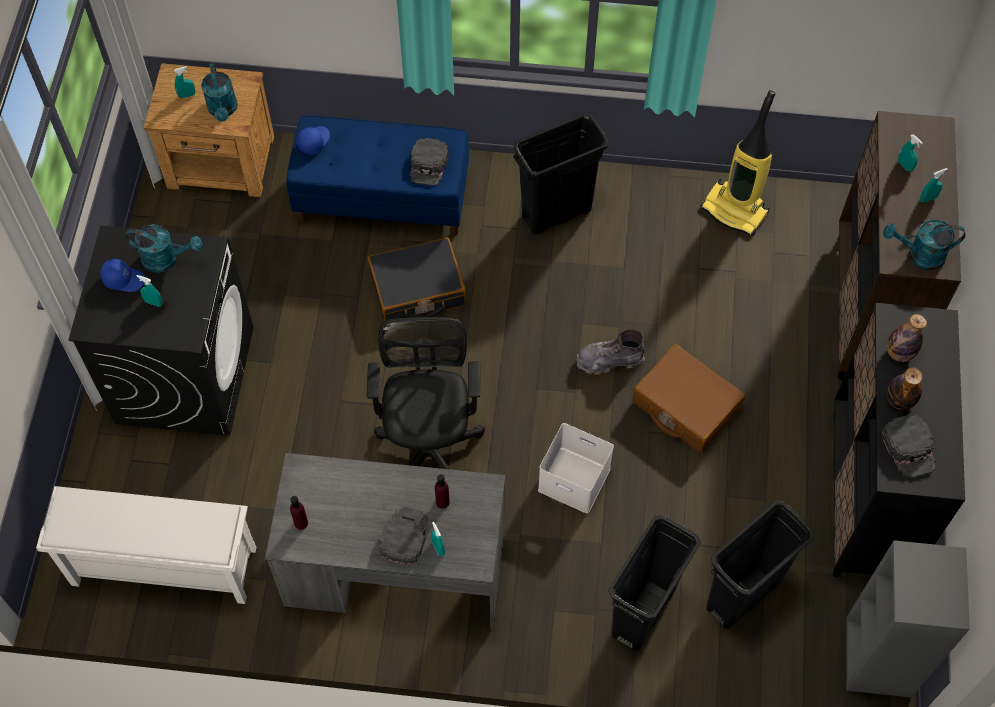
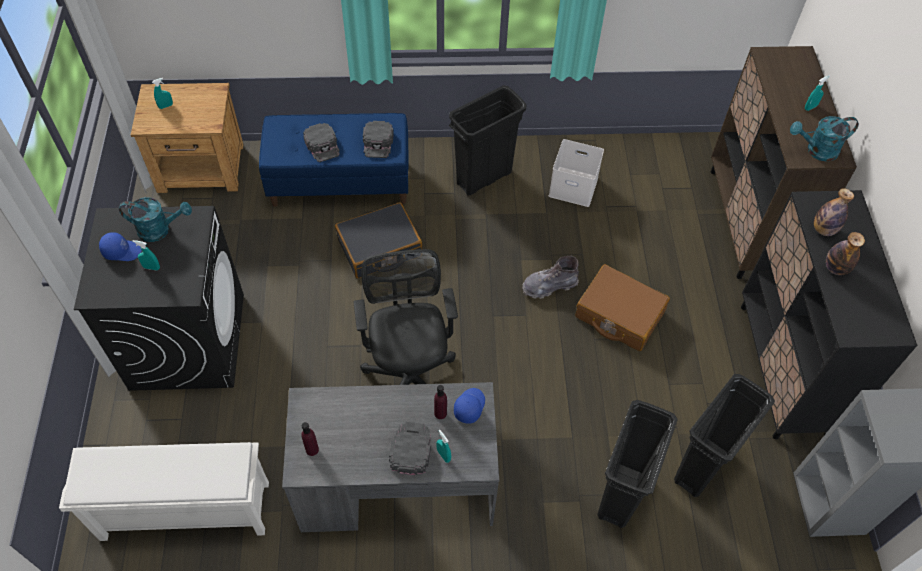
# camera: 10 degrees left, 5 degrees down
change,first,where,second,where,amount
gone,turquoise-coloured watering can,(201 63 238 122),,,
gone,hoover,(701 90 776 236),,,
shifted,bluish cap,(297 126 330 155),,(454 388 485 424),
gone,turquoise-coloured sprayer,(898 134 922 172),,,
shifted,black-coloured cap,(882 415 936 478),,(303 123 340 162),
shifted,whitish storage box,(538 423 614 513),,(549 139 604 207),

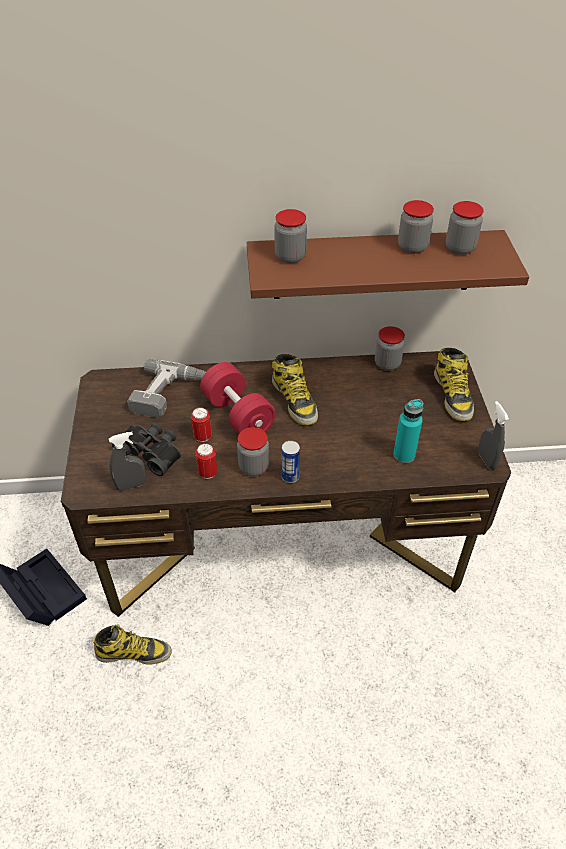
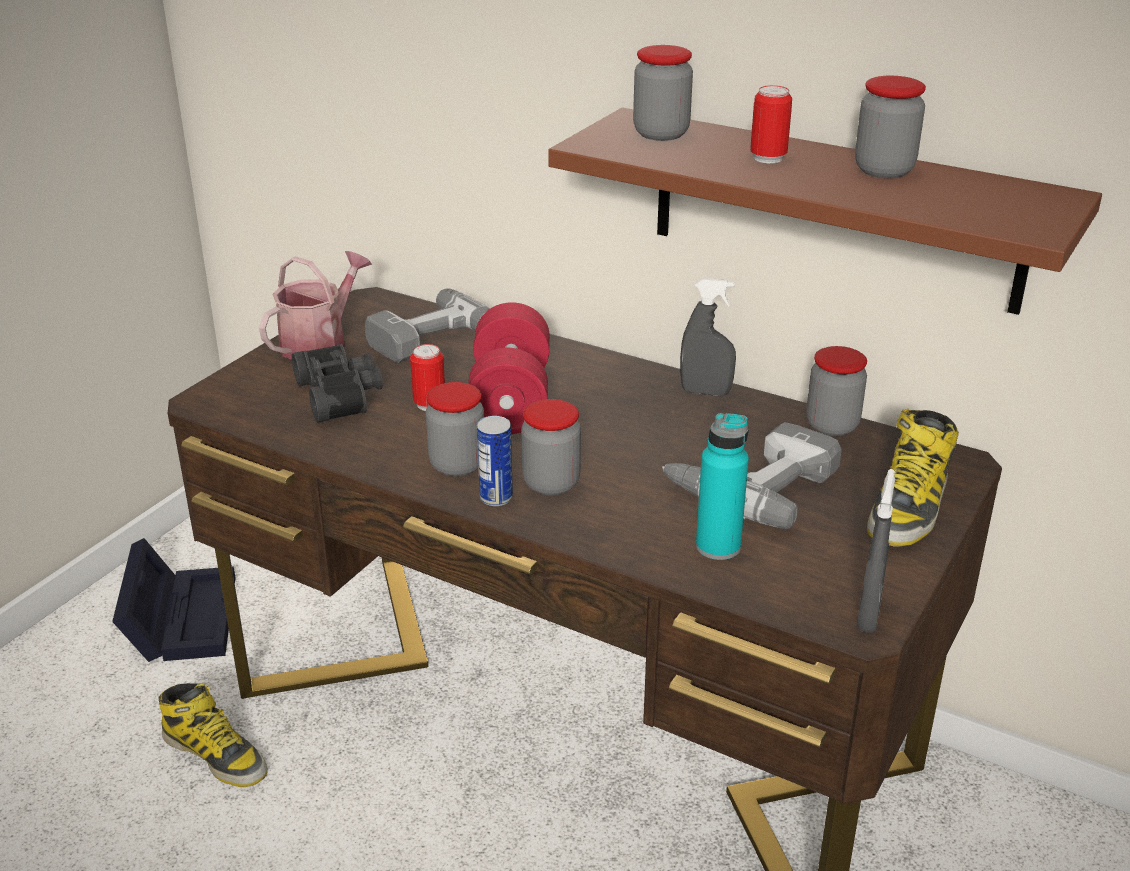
# camera: 35 degrees right, 15 degrees down
change,first,where,second,where,amount
shifted,preserve jar,(446 201 484 255),,(521 399 581 496),
gone,high-top boot,(272 354 318 426),,,
shifted,grey sprayer,(109 432 146 491),,(680 278 736 396),
shifted,can,(196 444 217 479),,(750 85 792 164),
new,,,watering can,(259 251 372 360),
new,,,power drill,(662 422 842 529),

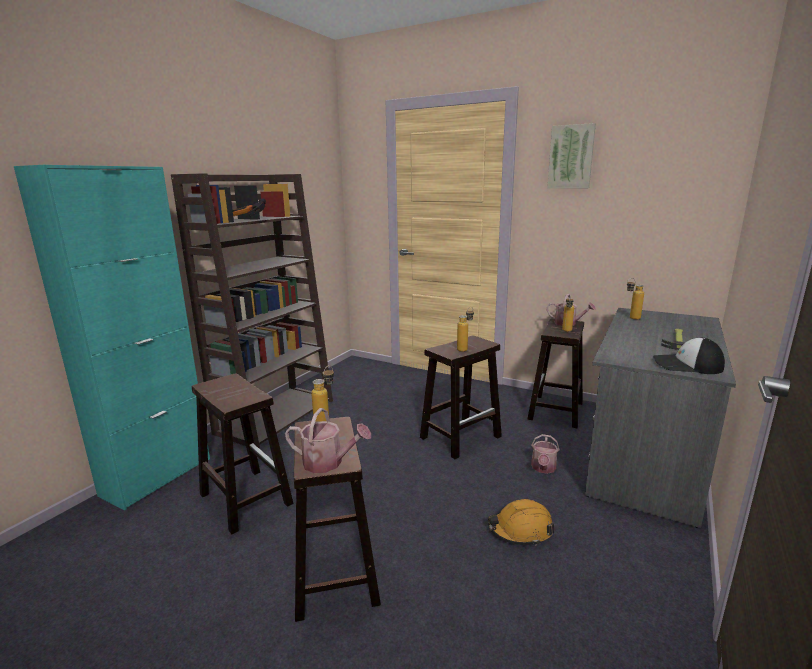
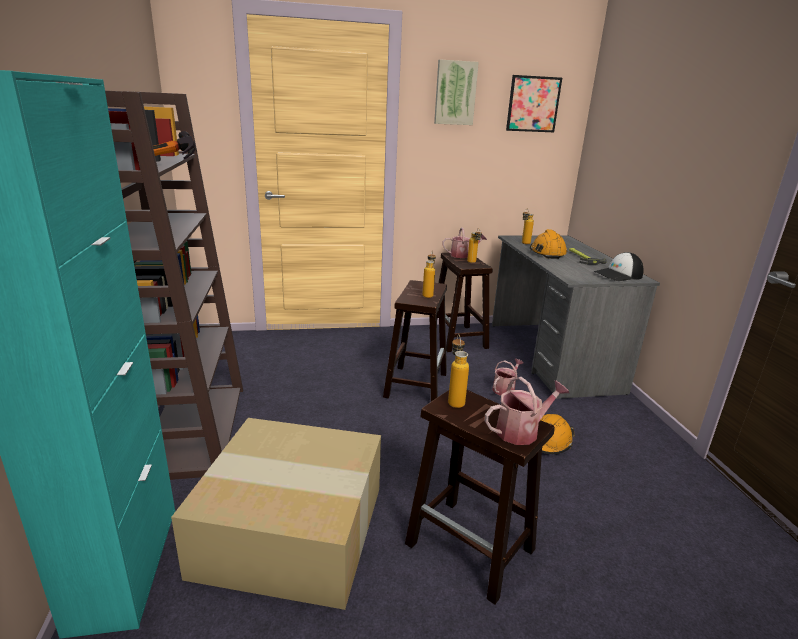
# camera: 40 degrees left, 5 degrees up
change,first,where,second,where,amount
swapped,brownish sitting stool,(192 373 293 534),cardboard box,(171 418 381 610),
rotated,watering can,(531 434 560 474),,(492 359 524 396),120 degrees counterclockwise
new,,,picture,(506 75 562 132),
new,,,orange safety helmet,(530 229 568 259),

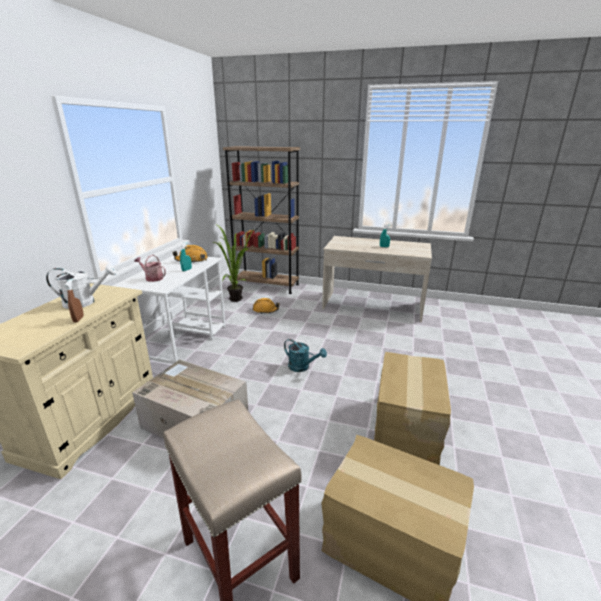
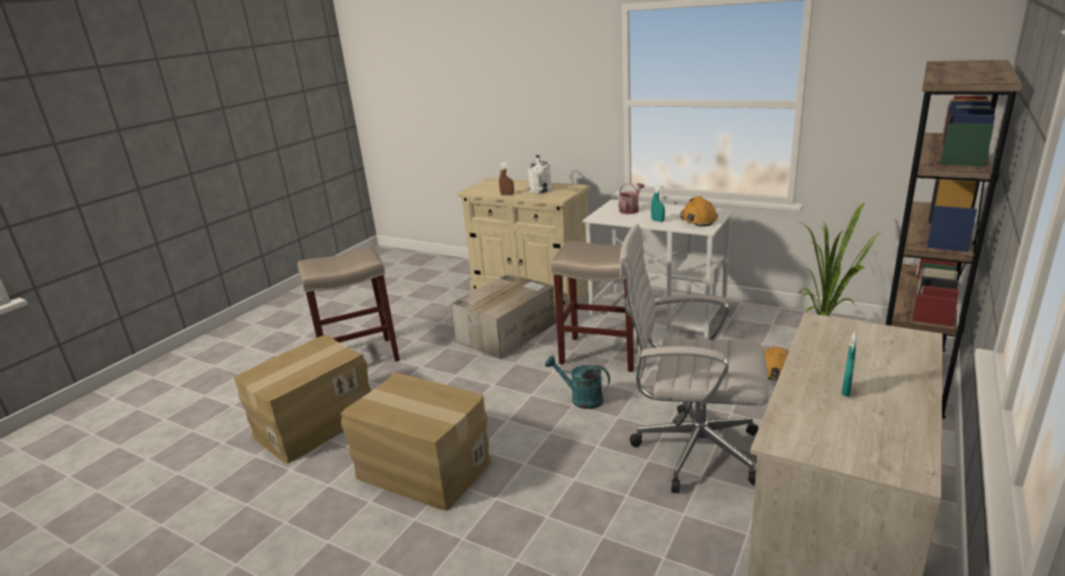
# camera: 105 degrees right, 0 degrees up
change,first,where,second,where,amount
rotated,turquoise-coloured watering can,(284 339 327 372),,(545 356 610 409),75 degrees clockwise
new,,,whitish computer chair,(619 224 768 493),
new,,,beige sitting stool,(551 241 644 372),

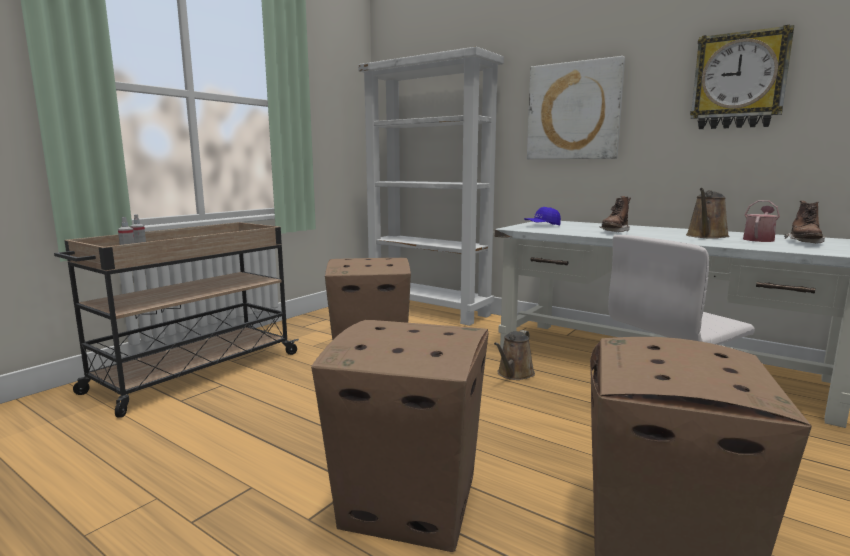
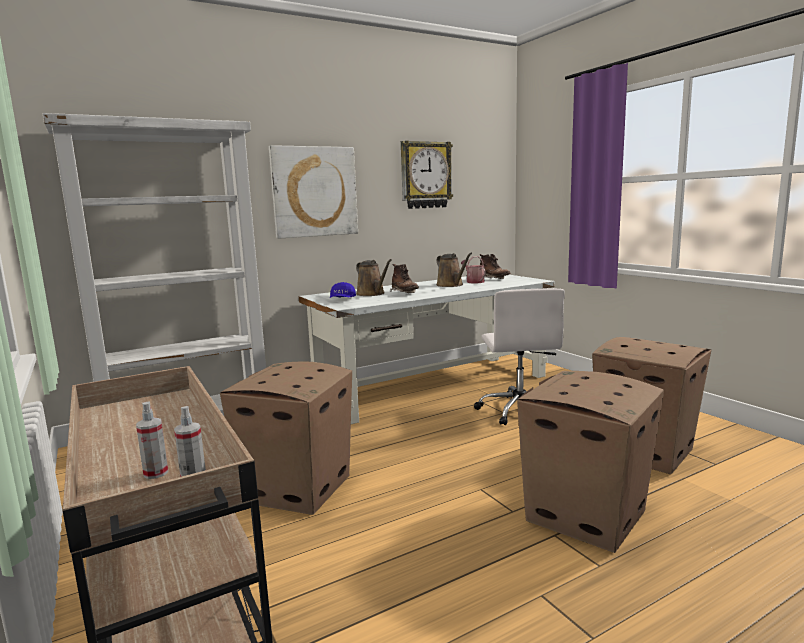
# camera: 65 degrees left, 0 degrees up
change,first,where,second,where,amount
shifted,brownish watering can,(494 330 535 380),,(356 259 392 296),

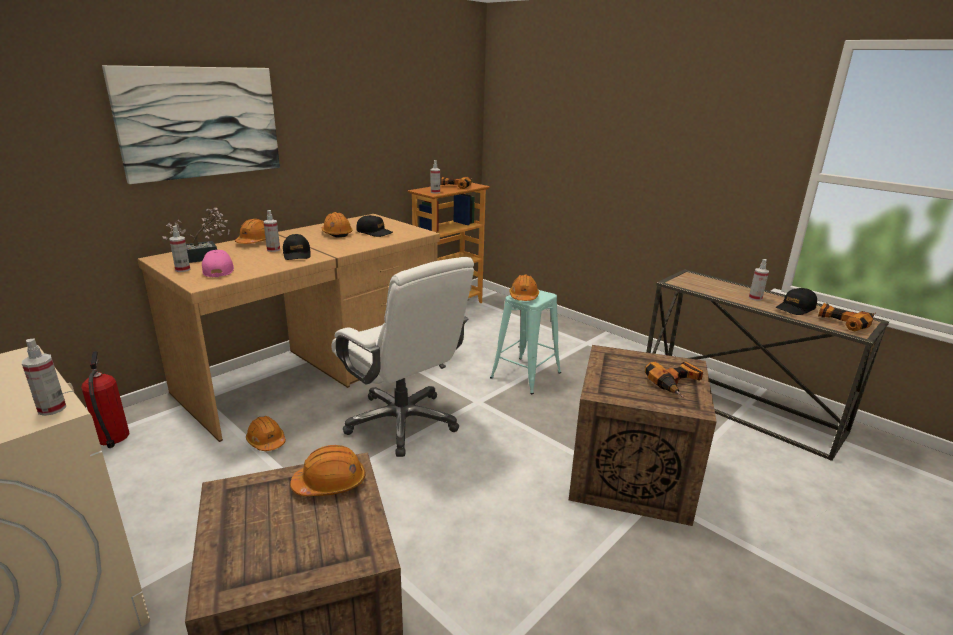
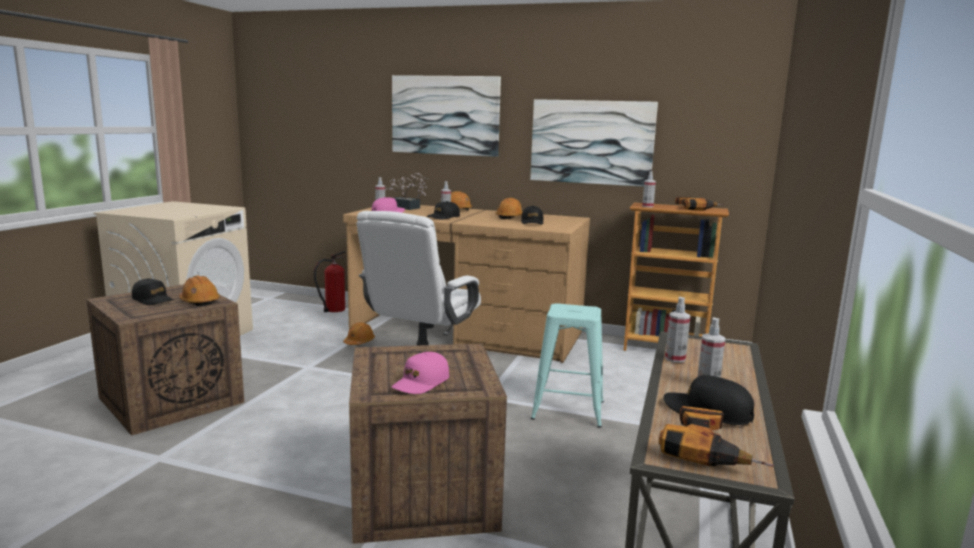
# camera: 65 degrees right, 10 degrees down
change,first,where,second,where,amount
gone,orange safety helmet,(509 274 539 301),,,
shifted,sprayer,(22 338 66 416),,(665 297 691 363),
swapped,power drill,(645 361 703 398),pink cap,(392 352 449 394),
new,,,picture,(530 99 658 187),
new,,,black-coloured cap,(132 278 173 305),

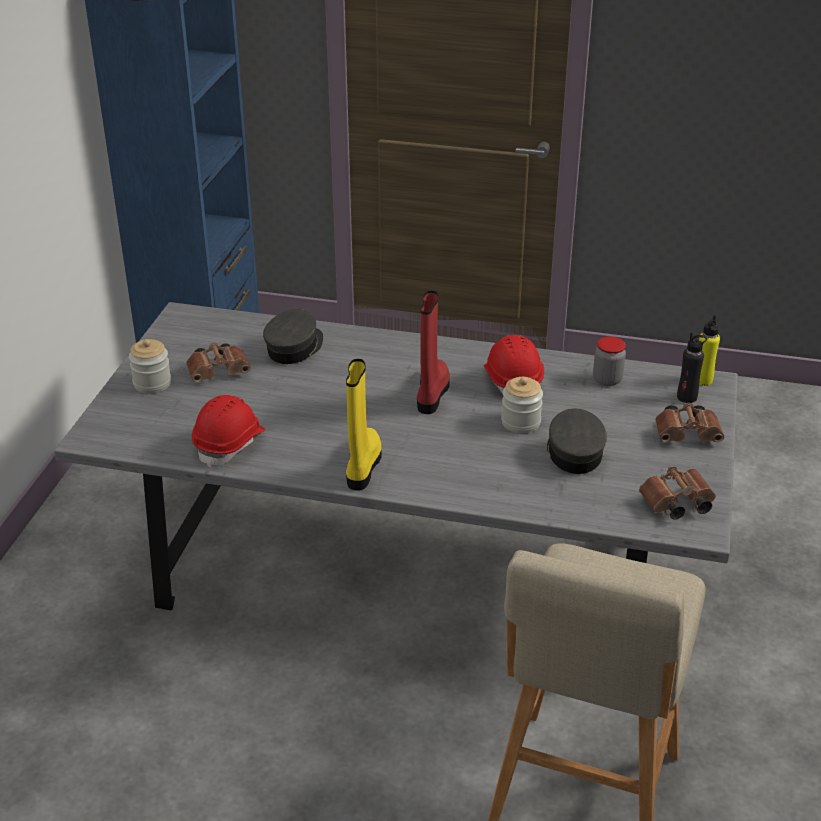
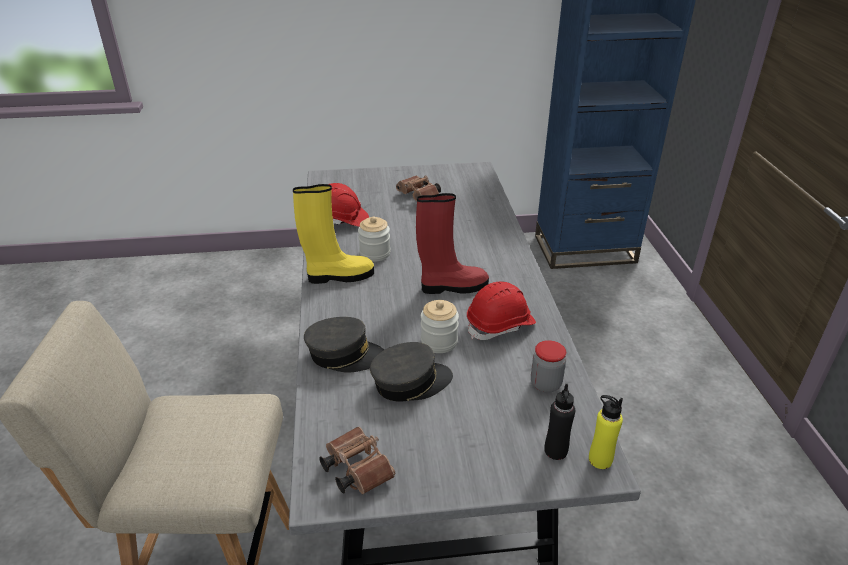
# camera: 70 degrees right, 0 degrees up
change,first,where,second,where,amount
shifted,grey cap,(263 309 323 364),,(304 317 384 373),
shifted,preserve jar,(129 339 171 394),,(358 217 391 262),
gone,brownish pair of binoculars,(655 403 724 442),,,

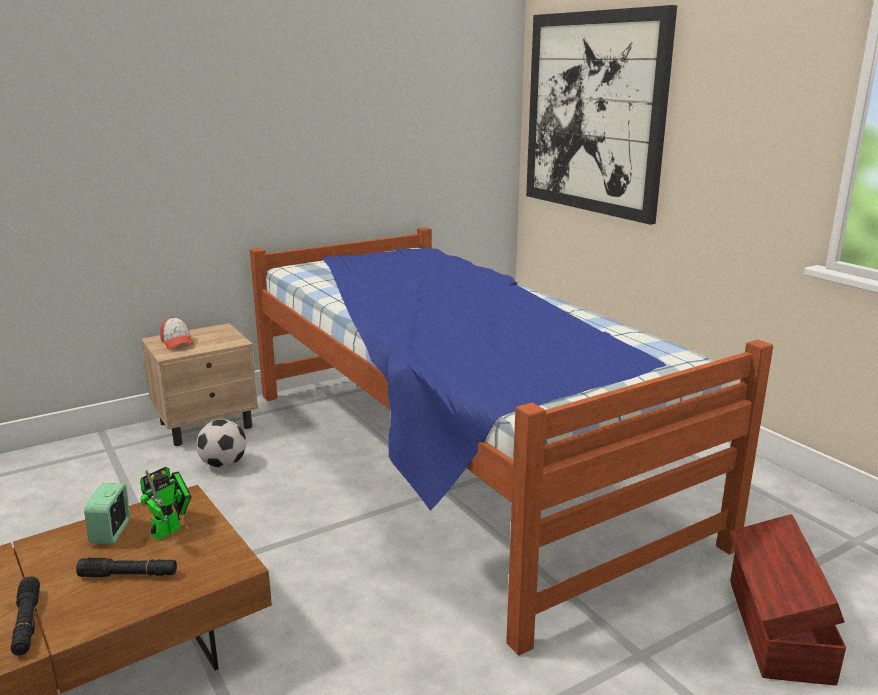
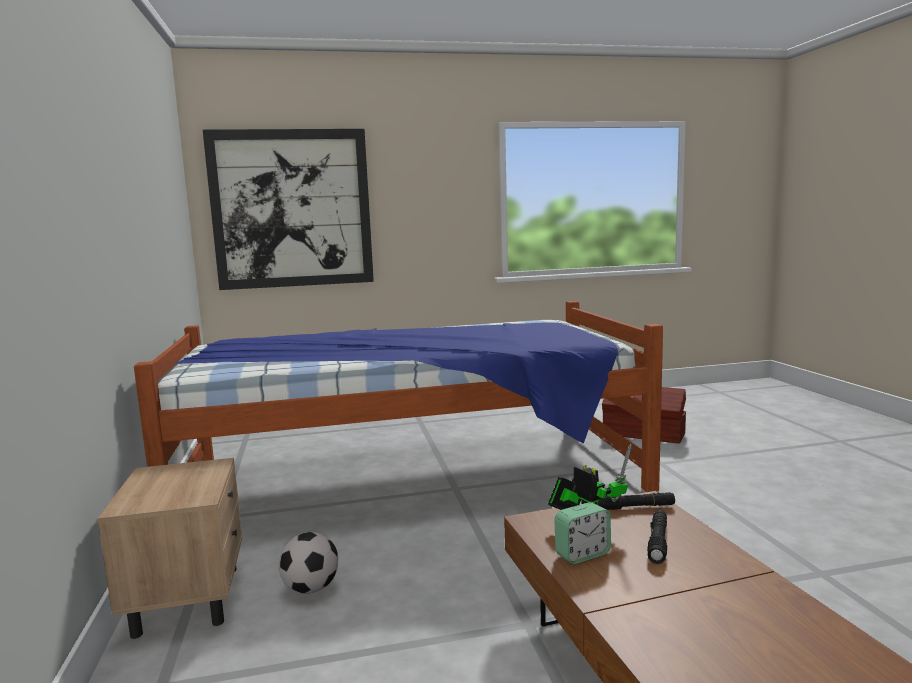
# camera: 70 degrees left, 10 degrees down
change,first,where,second,where,amount
gone,cap,(160 317 195 350),,,
rotated,table clock,(84 483 130 544),,(554 502 611 564),45 degrees counterclockwise
shifted,black-coloured torch,(11 576 40 656),,(597 492 675 510),

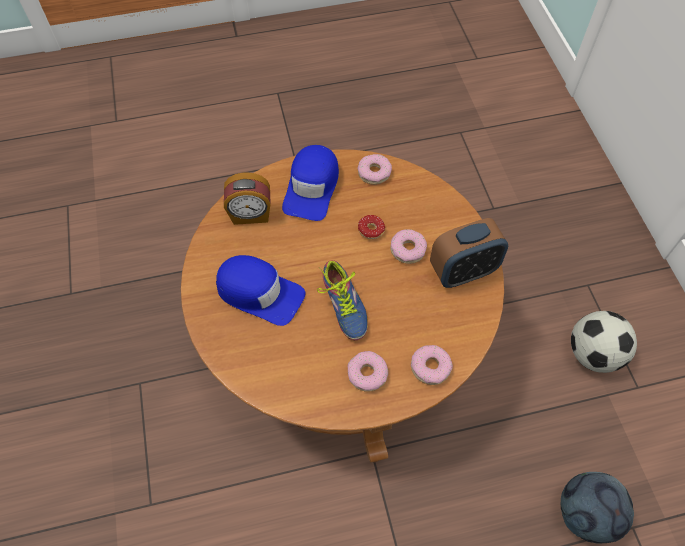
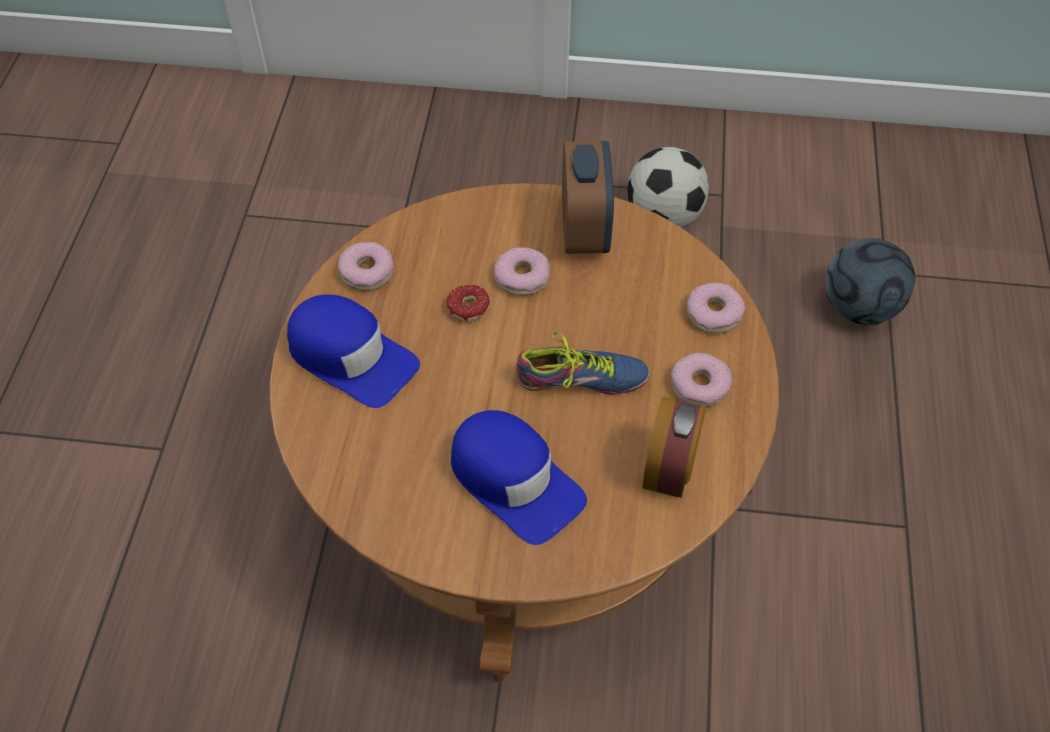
# camera: 70 degrees left, 5 degrees down
change,first,where,second,where,amount
shifted,table clock,(224 172 271 225),,(642 396 706 498),
rotated,bluish cap,(216 255 305 326),,(451 410 587 545),90 degrees clockwise

